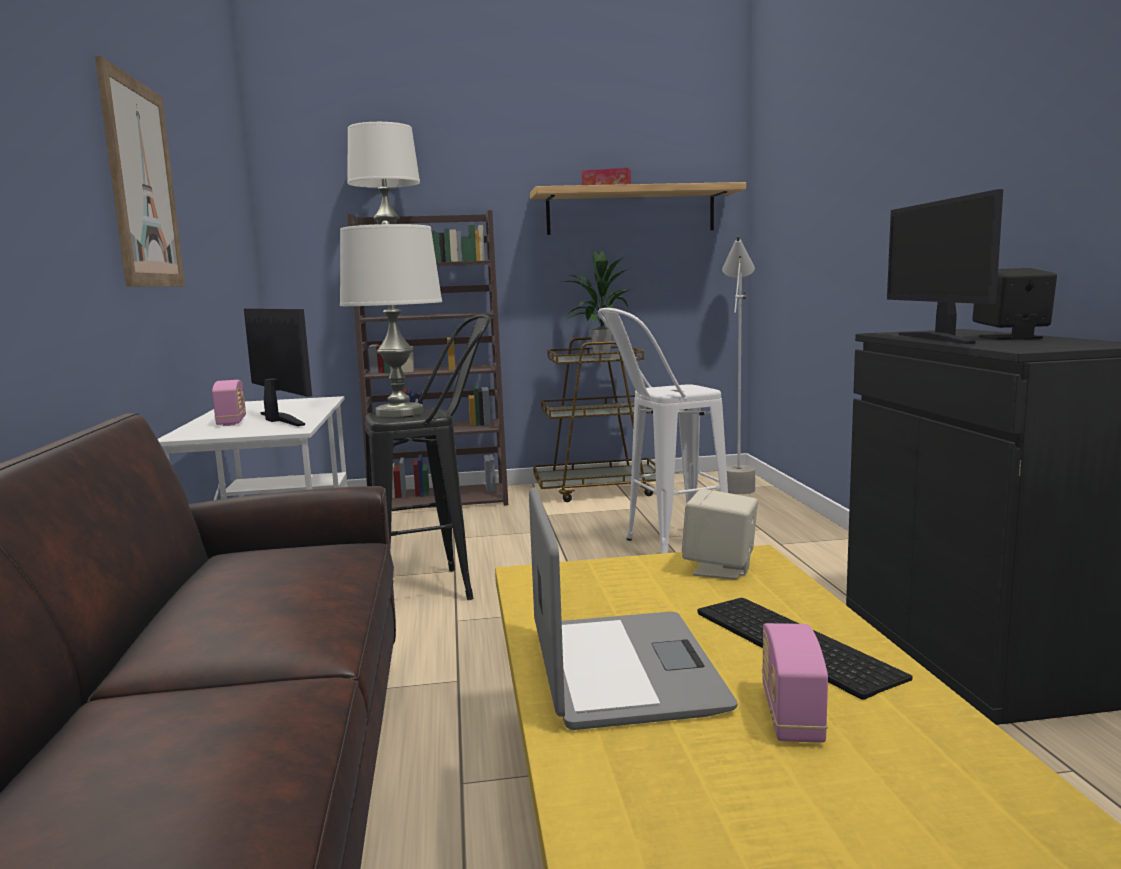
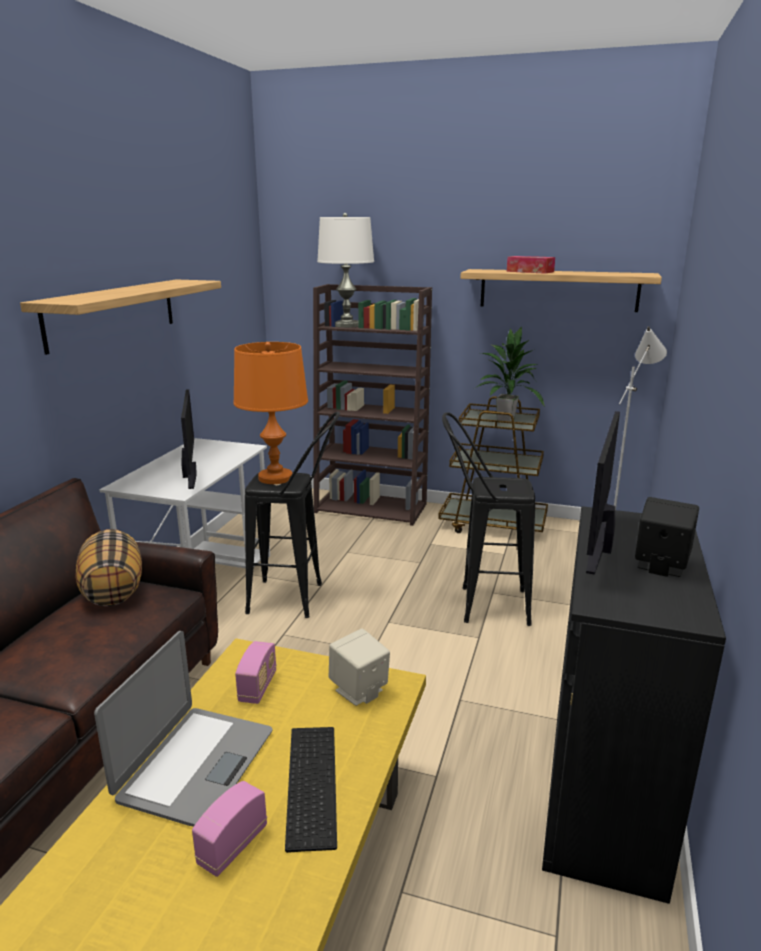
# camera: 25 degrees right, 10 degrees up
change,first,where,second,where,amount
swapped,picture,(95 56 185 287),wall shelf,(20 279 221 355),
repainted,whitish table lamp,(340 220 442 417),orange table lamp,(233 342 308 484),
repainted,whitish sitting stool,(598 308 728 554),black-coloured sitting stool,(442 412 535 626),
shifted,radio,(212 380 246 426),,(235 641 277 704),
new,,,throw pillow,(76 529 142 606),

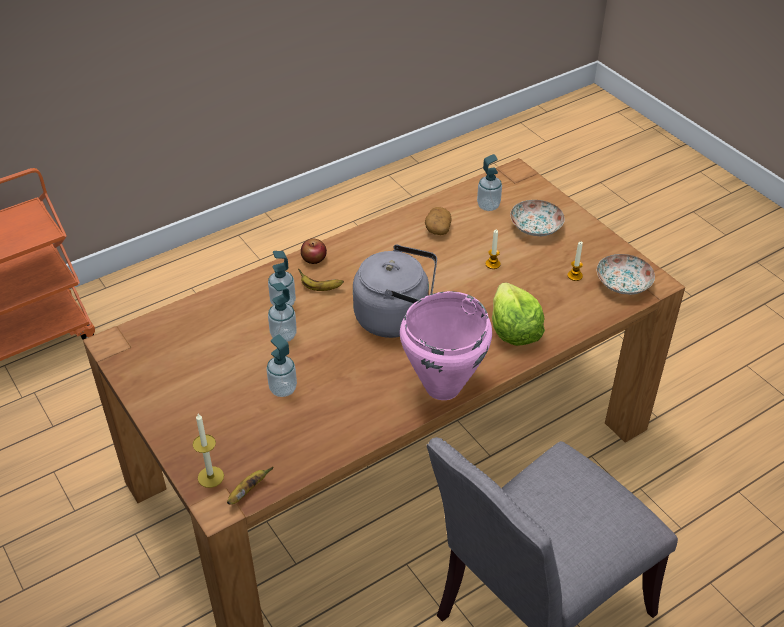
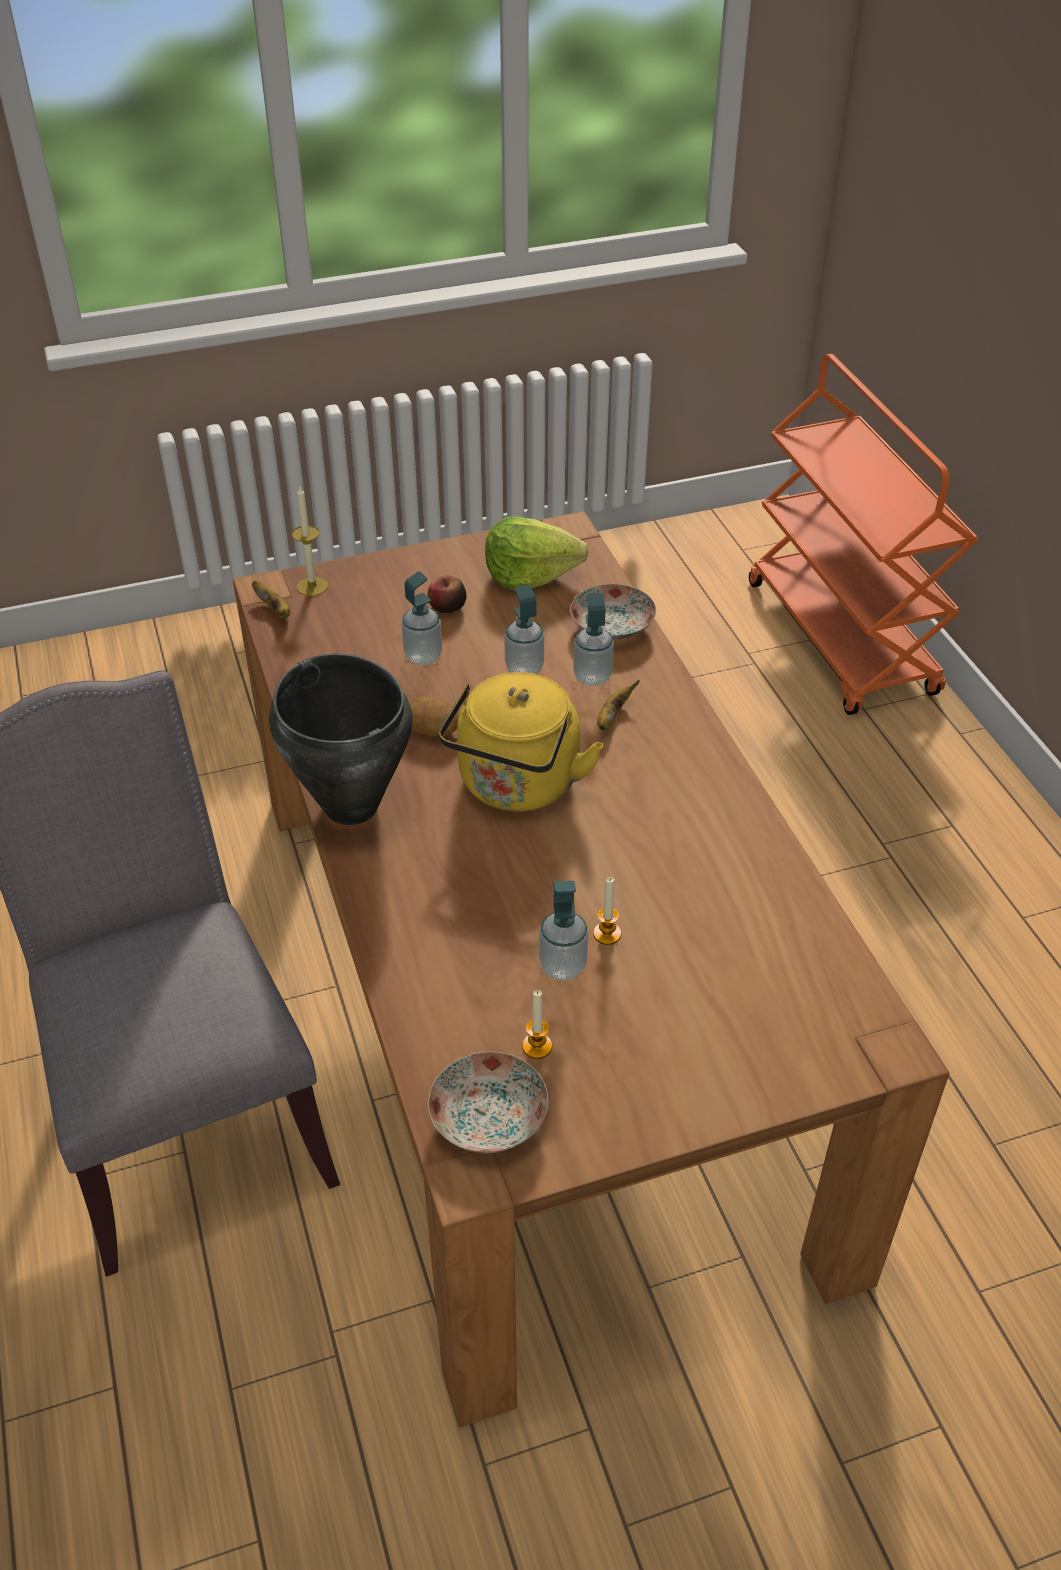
# camera: 105 degrees right, 0 degrees up
change,first,where,second,where,amount
shifted,soap bottle,(477 154 502 211),,(539 881 588 981),
shifted,plate,(510 200 565 237),,(570 584 656 640),
shifted,whole potato,(425 207 452 235),,(410 697 461 736),
shifted,apple fruit,(301 239 327 264),,(428 576 467 613),
repainted,grey water kettle,(353 245 437 338),yellowish water kettle,(438 672 604 811),
shifted,head of lettuce,(492 282 545 346),,(485 517 589 590),
repainted,pink saucepot,(400 291 492 400),black-coloured saucepot,(269 653 412 825),

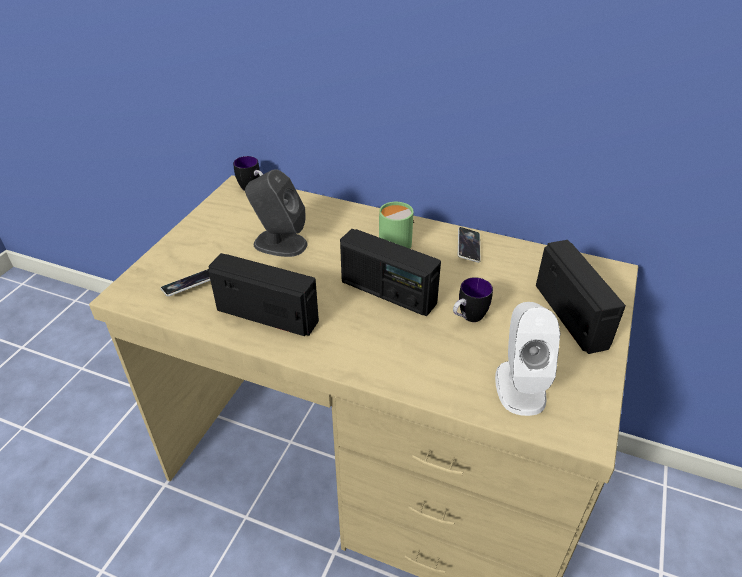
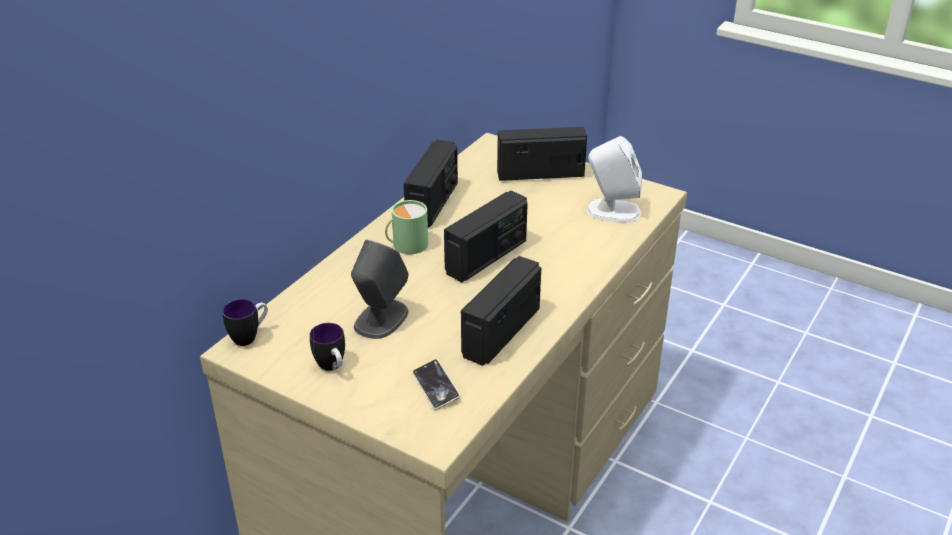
# camera: 80 degrees left, 5 degrees down
change,first,where,second,where,amount
swapped,phone,(458 227 481 263),radio,(404 140 458 228),
shifted,mug,(453 277 493 322),,(310 323 345 371),

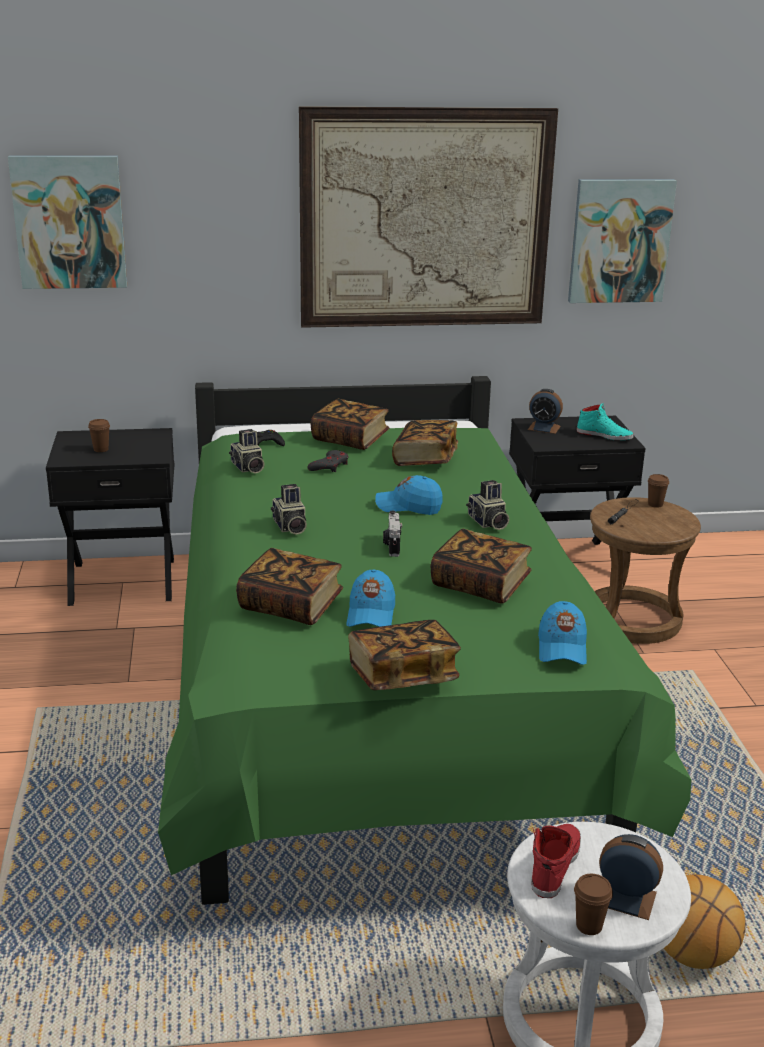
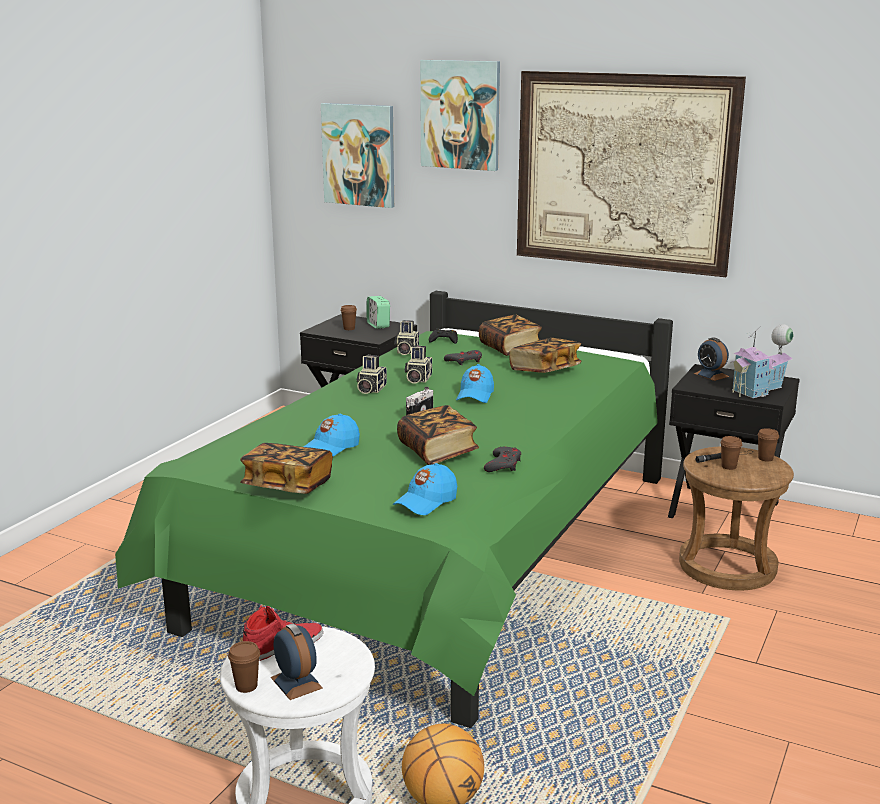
# camera: 35 degrees right, 5 degrees down
change,first,where,second,where,amount
shifted,picture,(568 179 677 303),,(420 60 500 171),
swapped,turquoise-coloured item of footwear,(576 403 634 440),toy house,(730 324 793 398),
rotated,bluish cap,(375 475 443 515),,(456 364 494 403),120 degrees counterclockwise
shifted,photo camera,(466 480 510 530),,(404 345 432 384),
gone,bound book,(236 548 343 625),,,
new,,,table clock,(366 296 390 329),
new,,,brownish small cup,(720 436 742 470),
new,,,grey gamepad,(484 447 521 472),

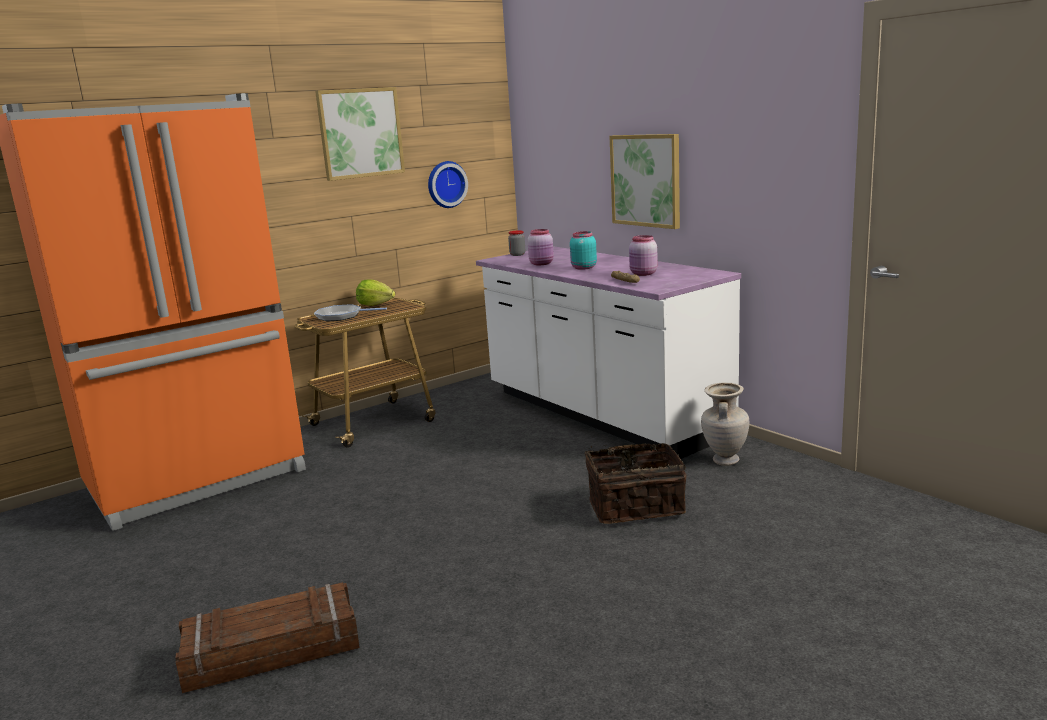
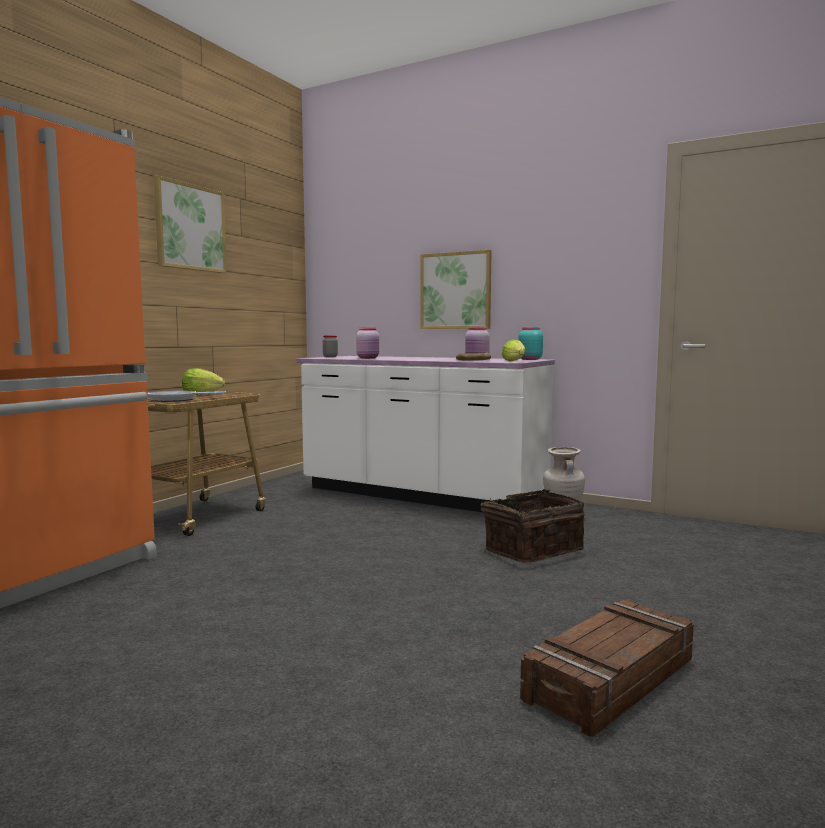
# camera: 25 degrees left, 10 degrees down
change,first,where,second,where,amount
gone,wall clock,(428 161 468 208),,,
shifted,turquoise-coloured preserve jar,(570 231 597 270),,(518 327 543 360),
shifted,shipping crate,(175 582 360 693),,(520 599 694 737),
new,,,head of lettuce,(502 339 526 361),

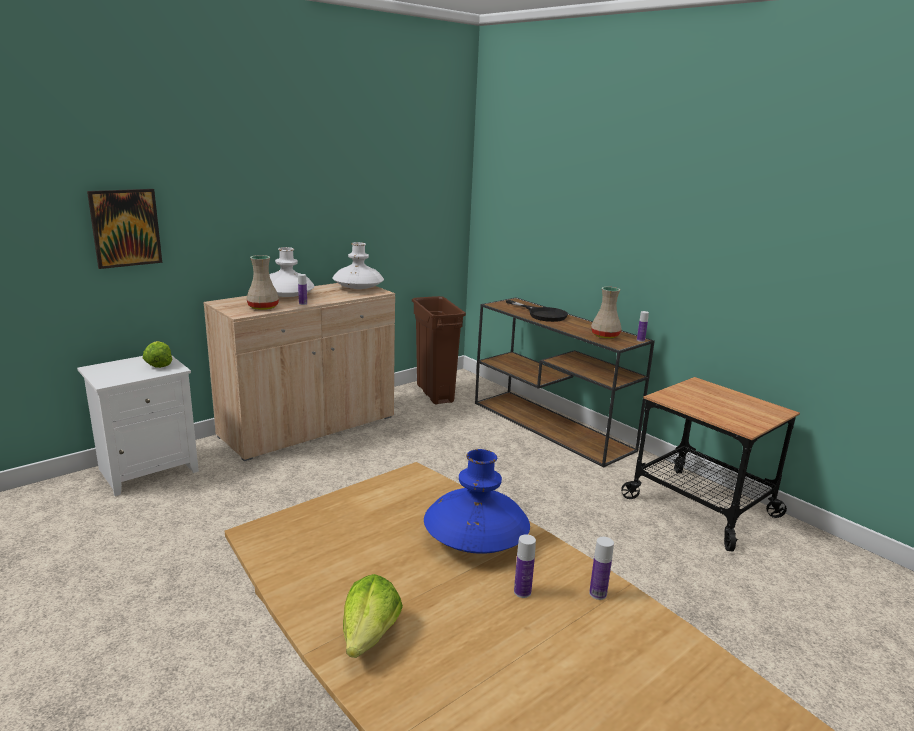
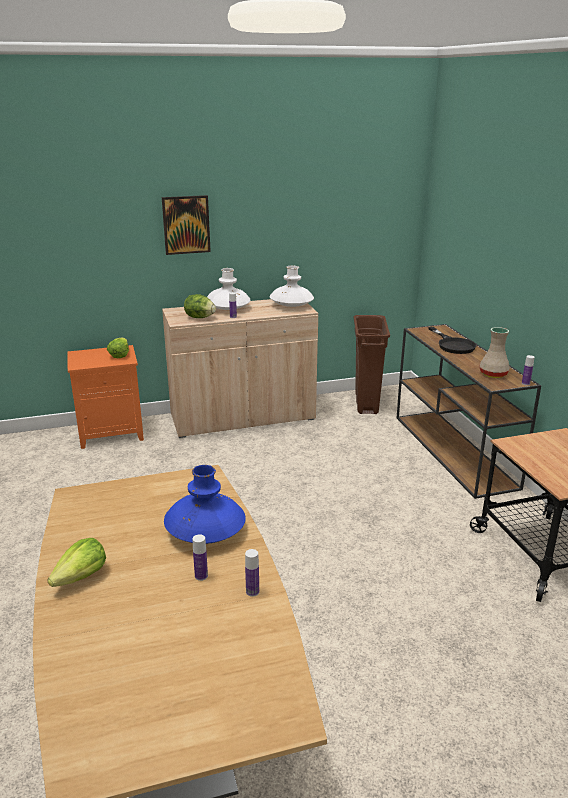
# camera: 25 degrees right, 5 degrees up
change,first,where,second,where,amount
shifted,picture,(87 189 162 269),,(162 195 211 255),
swapped,beige decorative vase,(246 255 279 310),head of lettuce,(184 294 216 318),
repainted,whitish nightstand,(77 356 199 496),orange nightstand,(67 345 144 449),

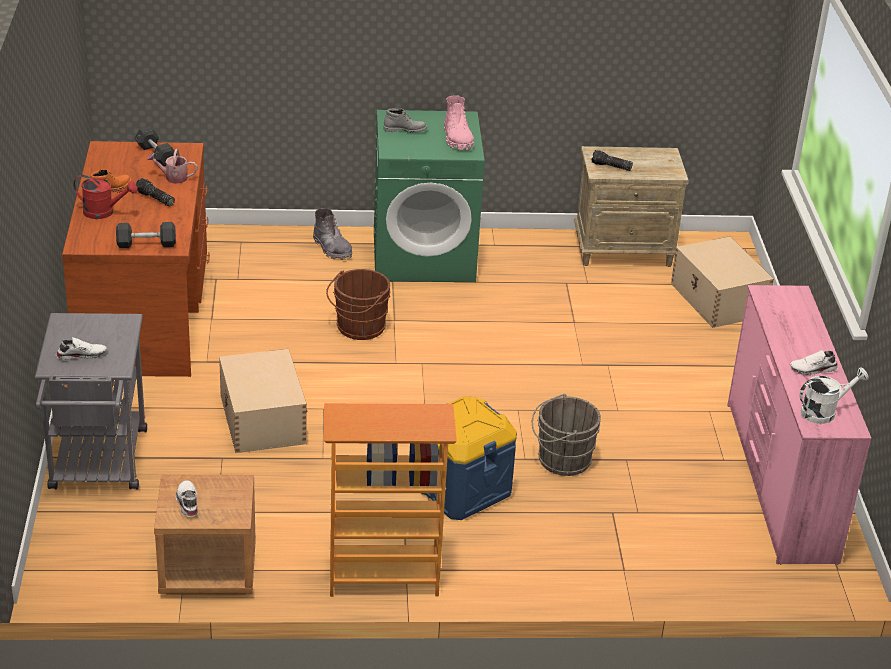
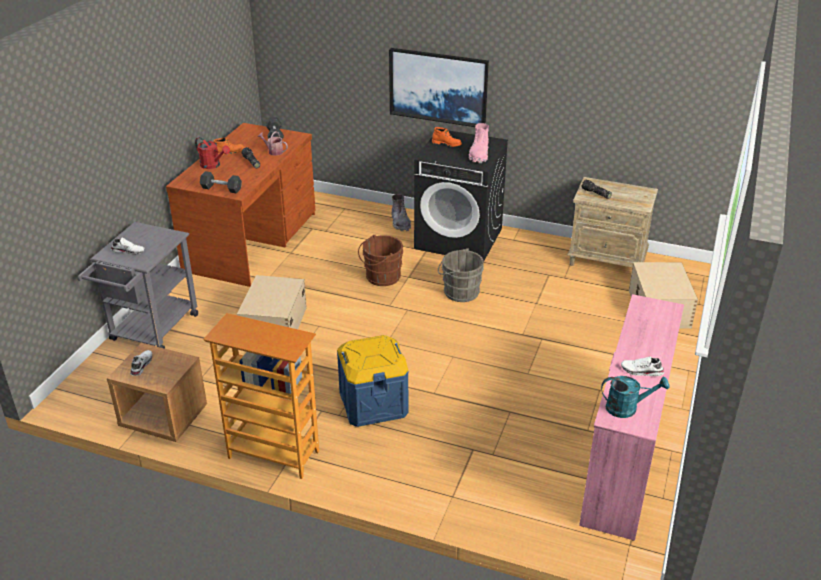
# camera: 25 degrees right, 0 degrees up
change,first,where,second,where,amount
repainted,grey high-top boot,(383 109 427 133),orange high-top boot,(432 127 462 147),
repainted,greenish laundry machine,(374 110 484 282),black-coloured laundry machine,(414 130 508 260),
repainted,whitish watering can,(800 367 869 424),turquoise-coloured watering can,(601 376 670 418),
shifted,grey pail,(532 394 601 476),,(438 248 484 302),
new,,,picture,(389 48 489 127),

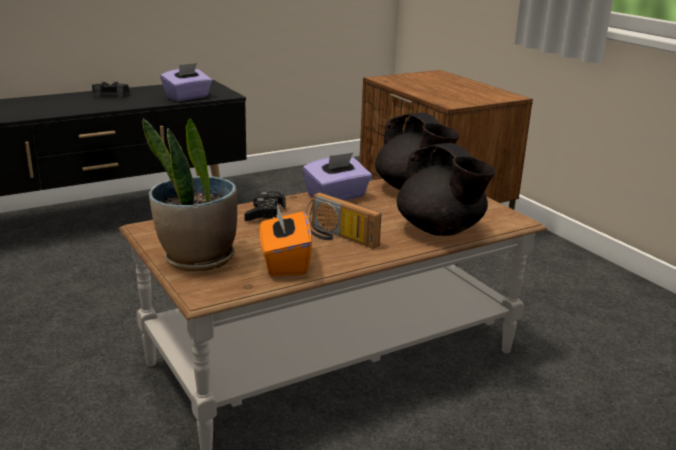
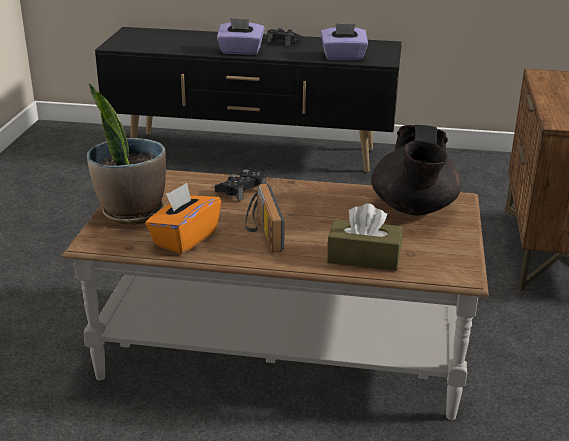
# camera: 40 degrees right, 5 degrees up
change,first,where,second,where,amount
swapped,black-coloured tea pot,(397 143 495 236),brownish box of tissues,(327 203 403 271),
shifted,purple-coloured box of tissues,(303 152 372 200),,(217 18 264 55),

